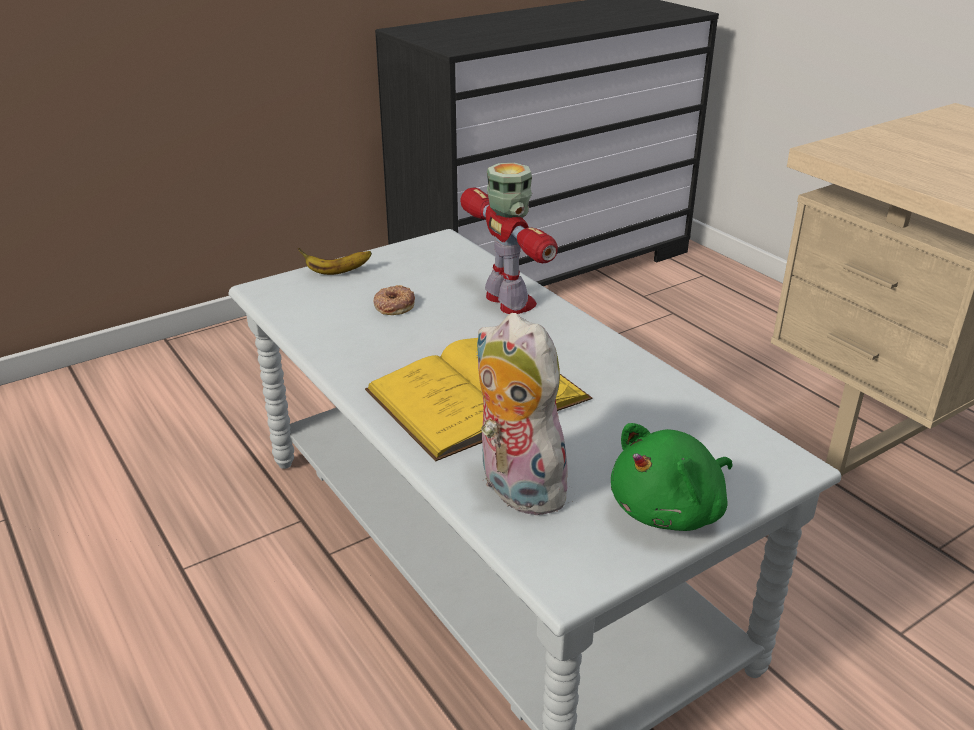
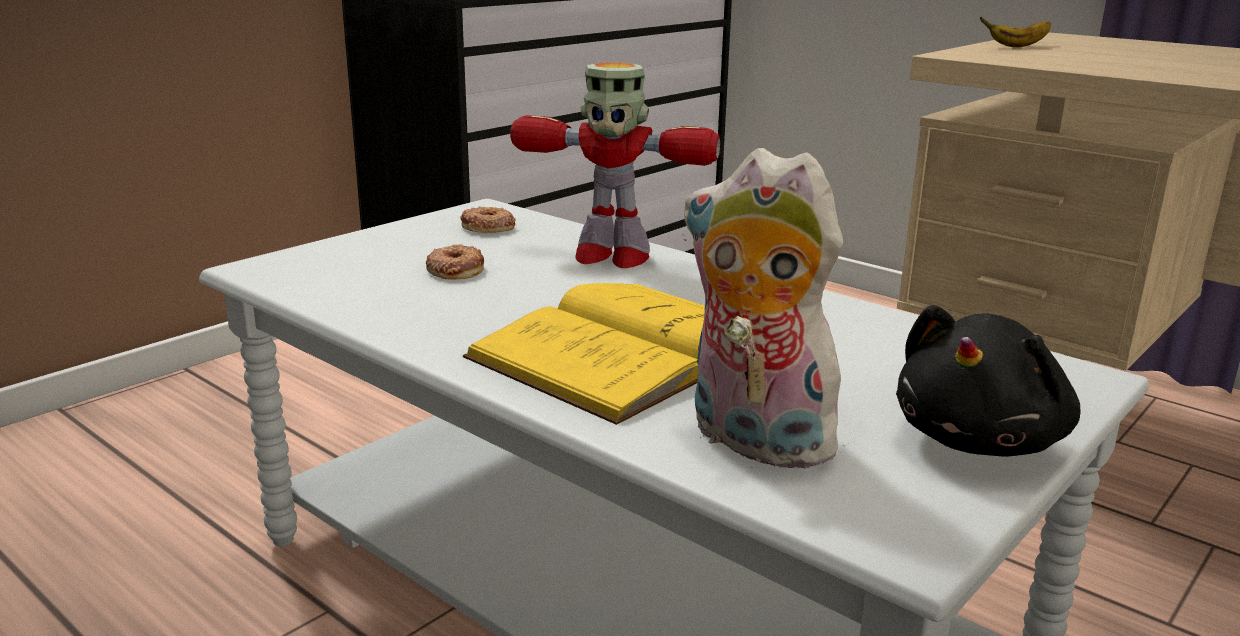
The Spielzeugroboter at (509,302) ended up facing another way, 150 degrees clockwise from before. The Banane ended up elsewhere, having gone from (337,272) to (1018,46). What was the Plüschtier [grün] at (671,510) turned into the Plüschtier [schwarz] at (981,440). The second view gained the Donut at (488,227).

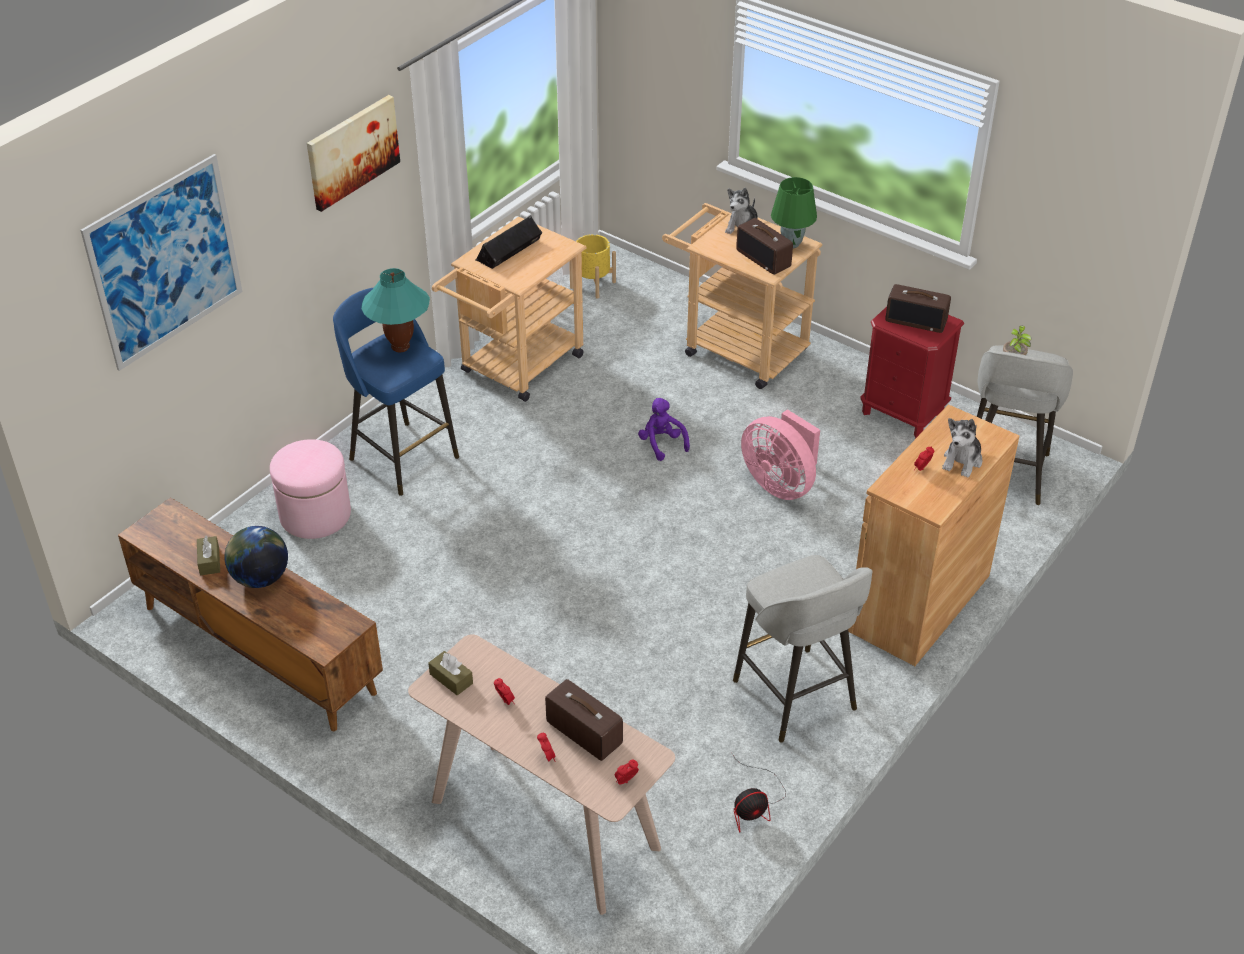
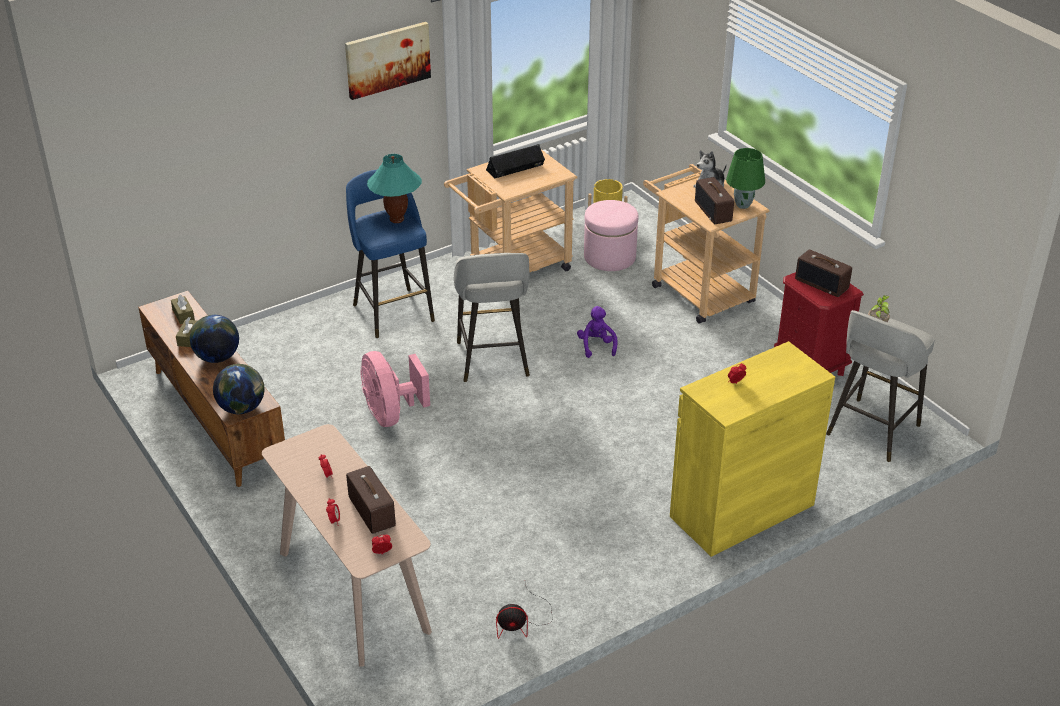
The second view lost the Bild at (165,262). What was the Schrank [braun] at (919,603) turned into the Schrank [gelb] at (742,511). The Ventilator [rosa] ended up elsewhere, having gone from (780,484) to (391,414). The second view lost the Plüschtier at (962,461). The Polsterhocker [rosa] ended up elsewhere, having gone from (315,515) to (609,257). The Hocker [grau] ended up elsewhere, having gone from (796,697) to (493,361). The Taschentuchbox [braun] ended up elsewhere, having gone from (451,679) to (183,315). The second view gained the Globus at (242,408).

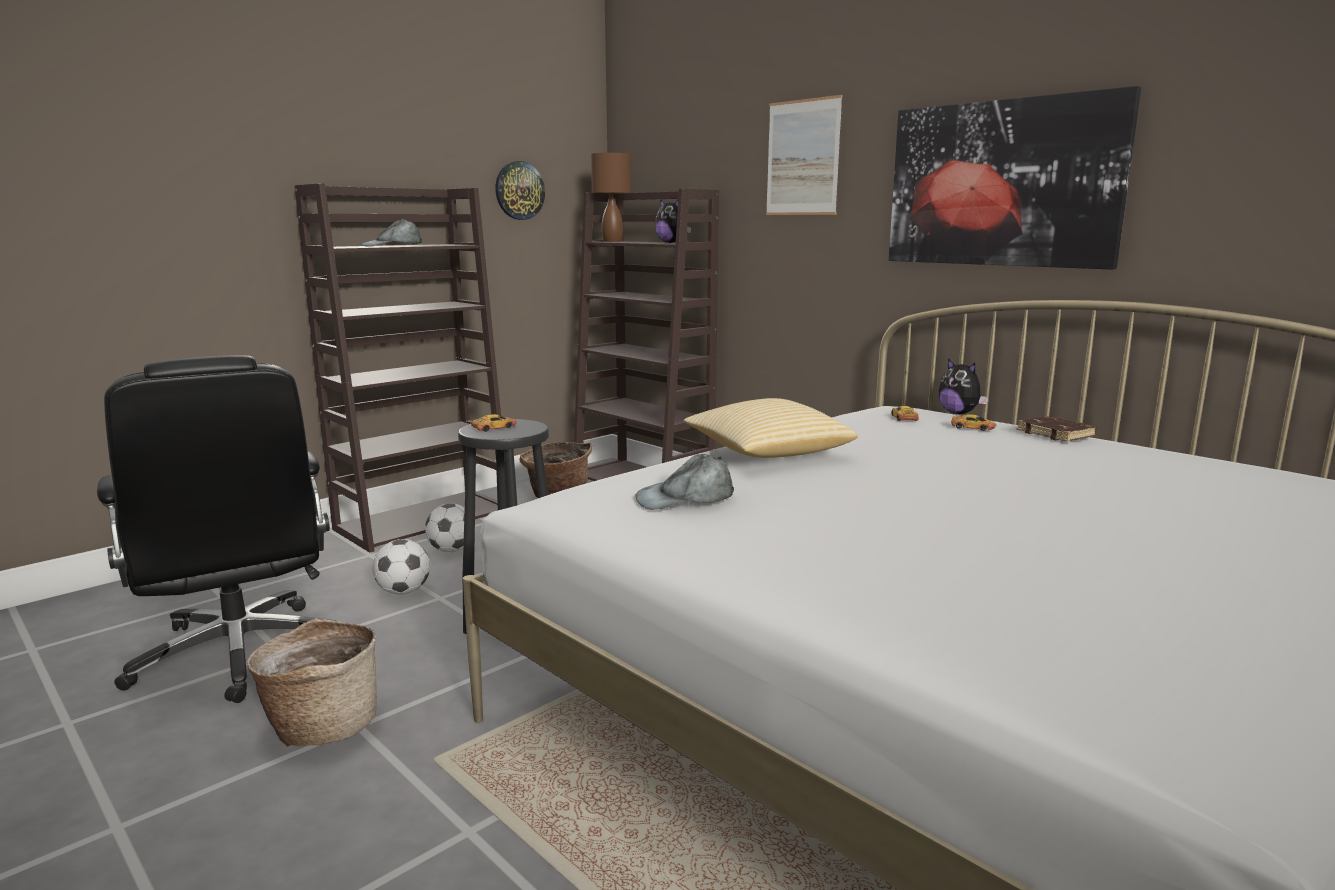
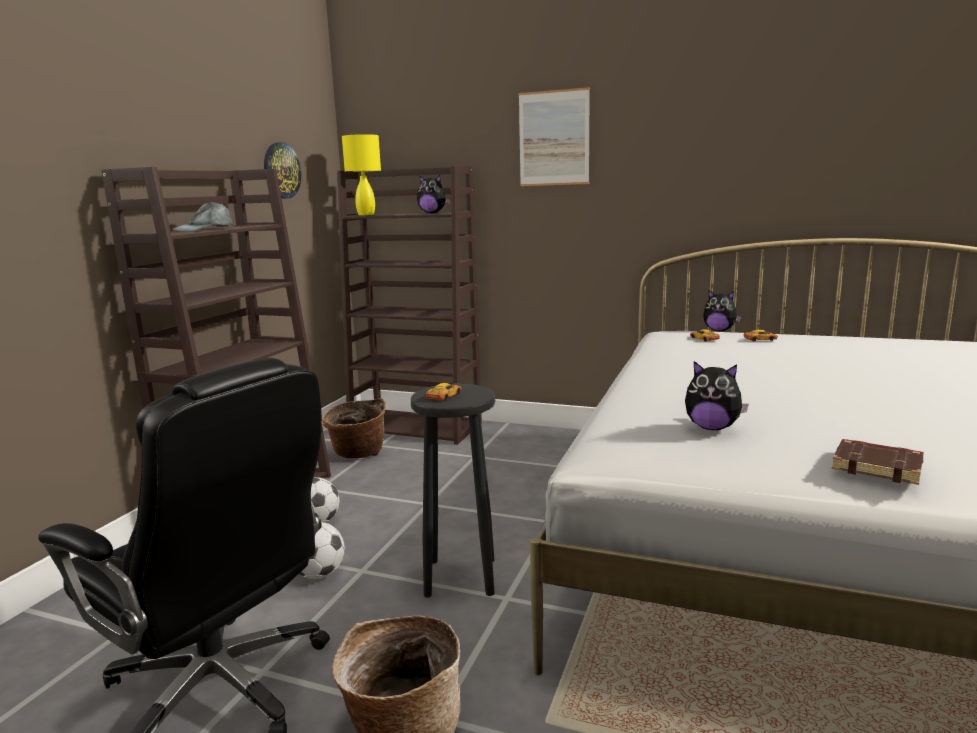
The second view lost the Bild at (1002,184). What was the Tischlampe [braun] at (613,241) turned into the Tischlampe [gelb] at (366,214). The second view lost the Kissen at (766,453). The Buch [braun] ended up elsewhere, having gone from (1056,434) to (878,467). Where the Kappe [grau] stood at (685,498), the Plüschtier came to stand at (712,427).

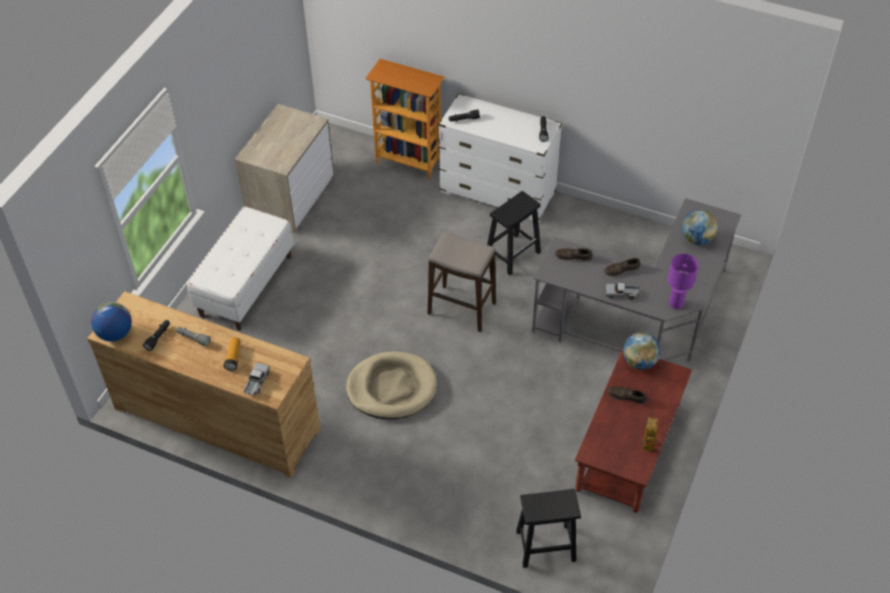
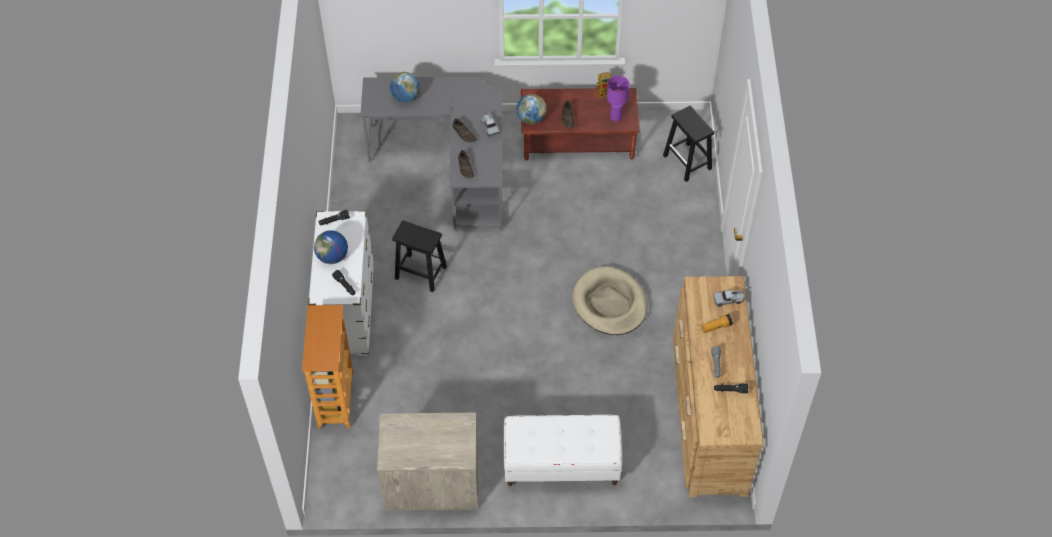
The second view lost the Hocker at (461,308). The Tischlampe [lila] ended up elsewhere, having gone from (675,304) to (616,117). The Globus ended up elsewhere, having gone from (115,334) to (332,257).

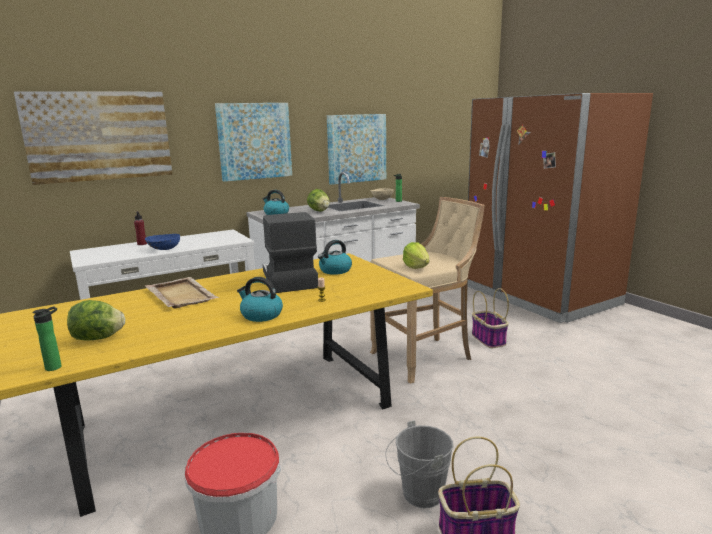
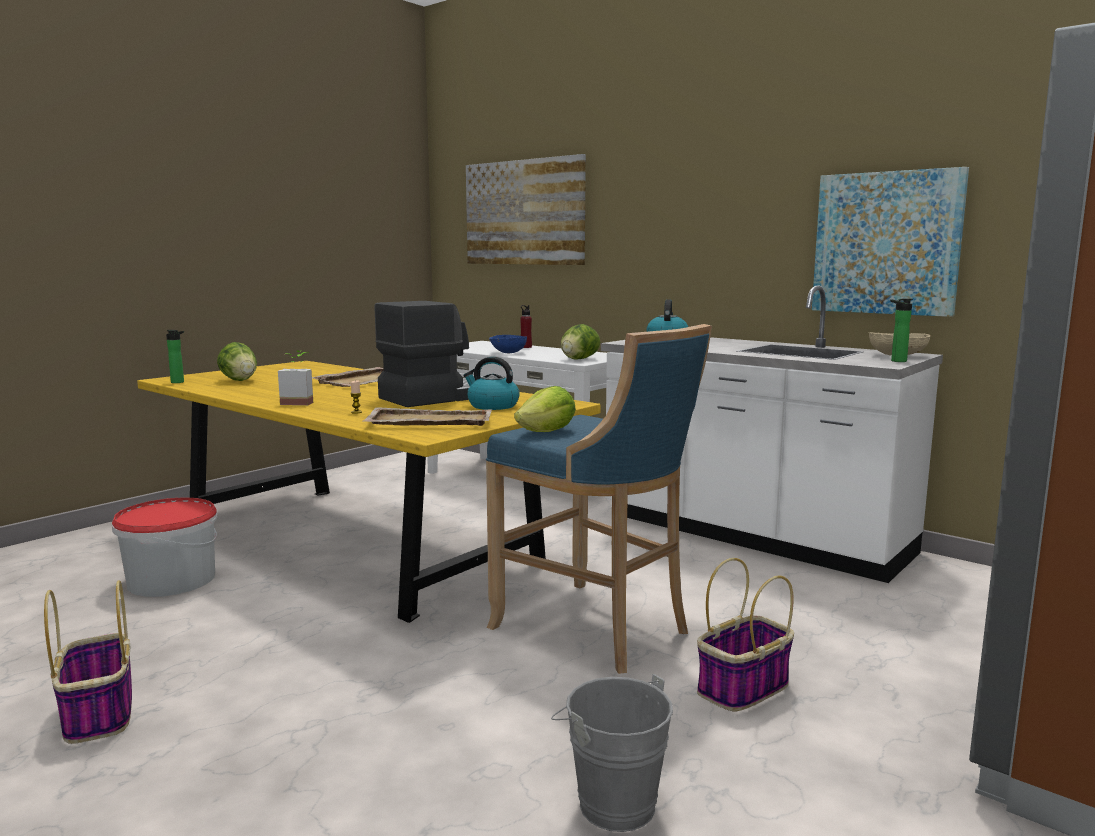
The second view lost the Bild at (254,141). The Salatkopf ended up elsewhere, having gone from (319,211) to (578,359). What was the Hocker [beige] at (425,357) turned into the Hocker [blau] at (597,629). Where the Wasserkessel stood at (261,315), the Topfpflanze came to stand at (299,402). The Eimer [grau] ended up elsewhere, having gone from (418,494) to (611,801). The second view gained the Tablett [beige] at (428,421).

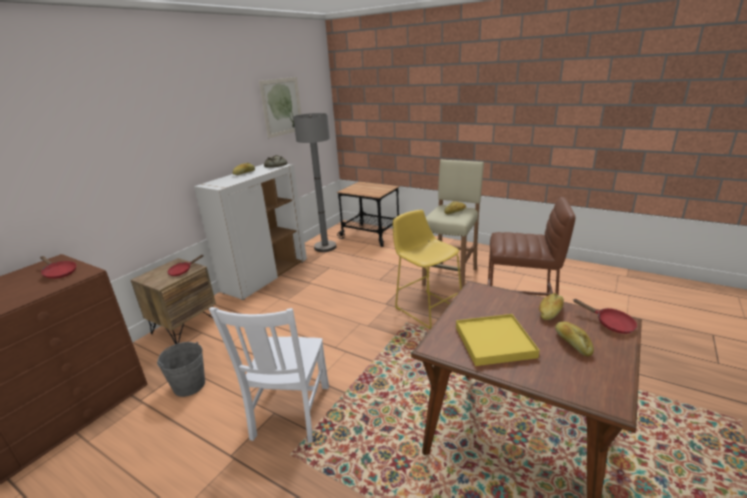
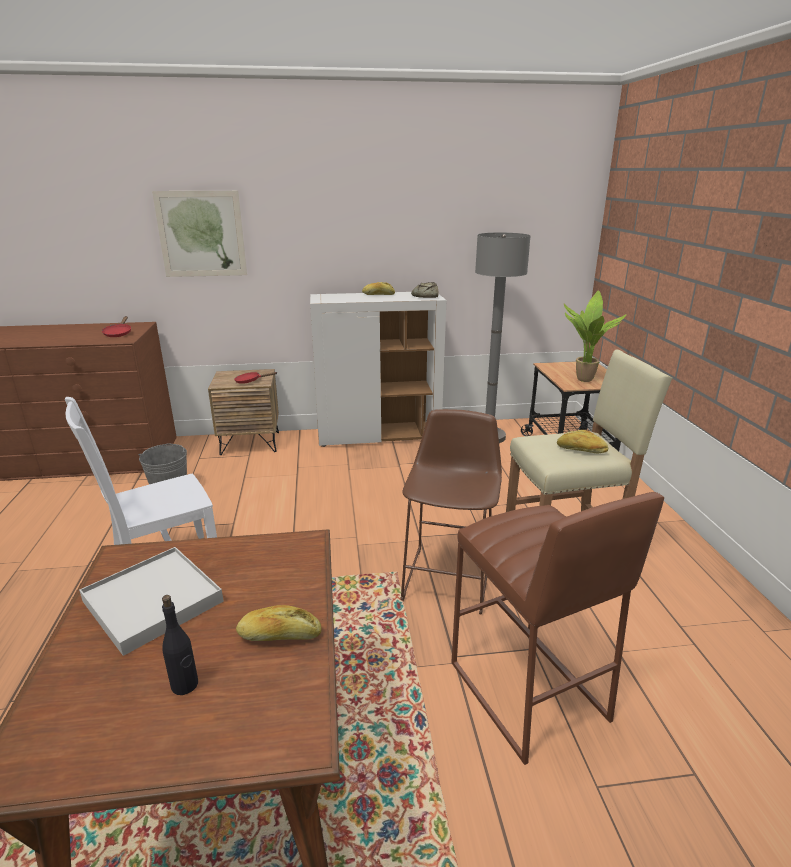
The Bild ended up elsewhere, having gone from (282,107) to (201,234). What was the Hocker [gelb] at (426,308) turned into the Hocker [braun] at (449,575). The second view lost the Pfanne [rot] at (610,324). What was the Tablett [gelb] at (494,342) turned into the Tablett [weiß] at (153,602). Where the Brot stood at (572,343), the Flasche [schwarz] came to stand at (185,685). The second view gained the Topfpflanze at (581,379).

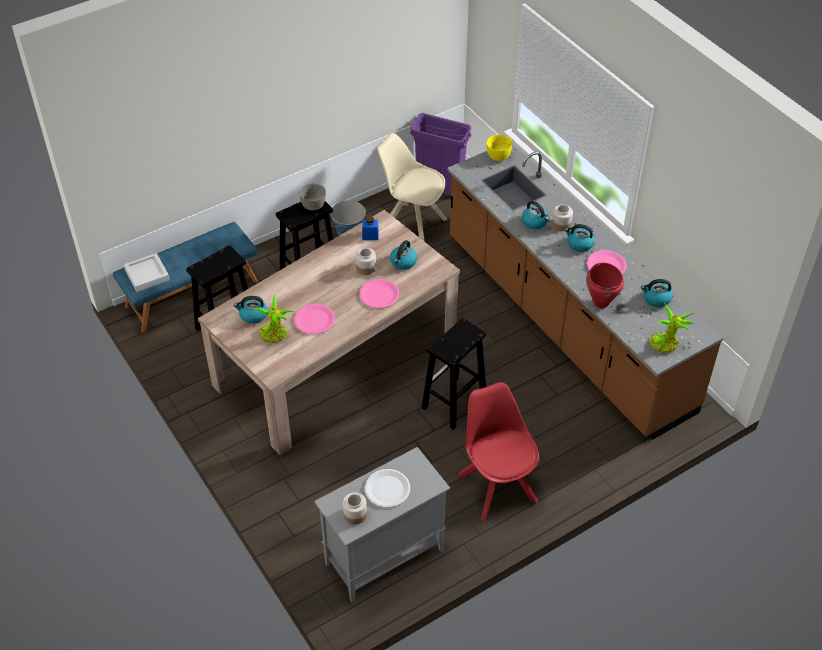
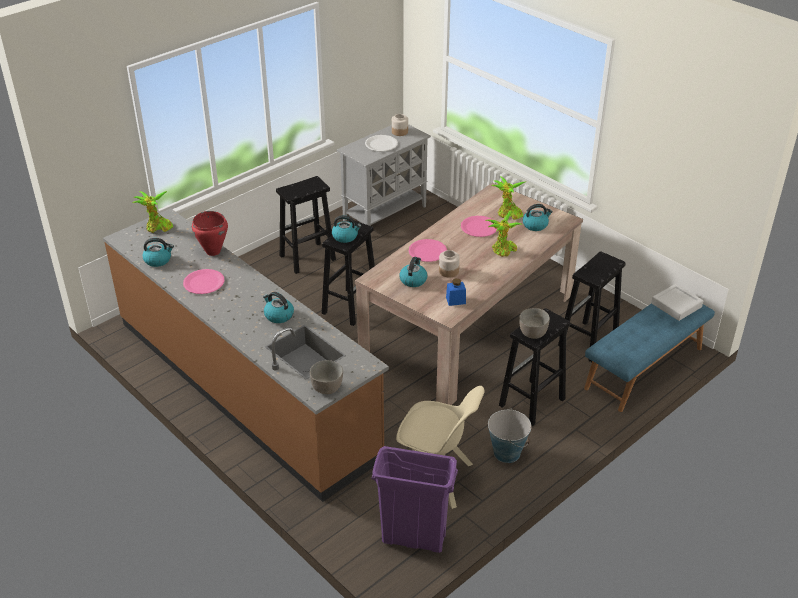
What was the Schüssel [gelb] at (498,156) turned into the Schüssel [grau] at (327,388). The second view lost the Vorratsglas at (561,224). The Wasserkessel ended up elsewhere, having gone from (579,244) to (345,236). Where the Stuhl [rot] stood at (496,486), the Hocker [schwarz] came to stand at (306,258). The second view gained the Topfpflanze at (503,251).

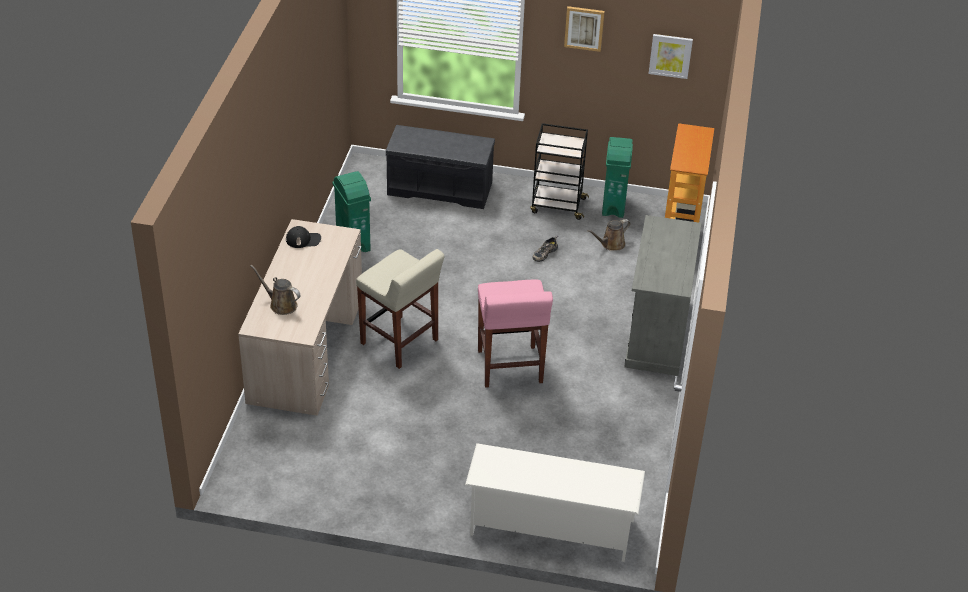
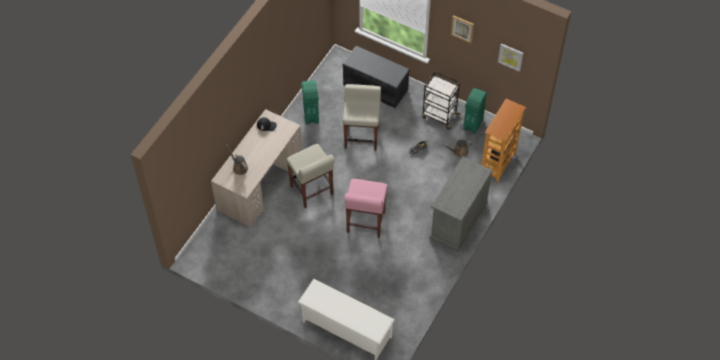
The second view gained the Hocker [beige] at (361,137).

